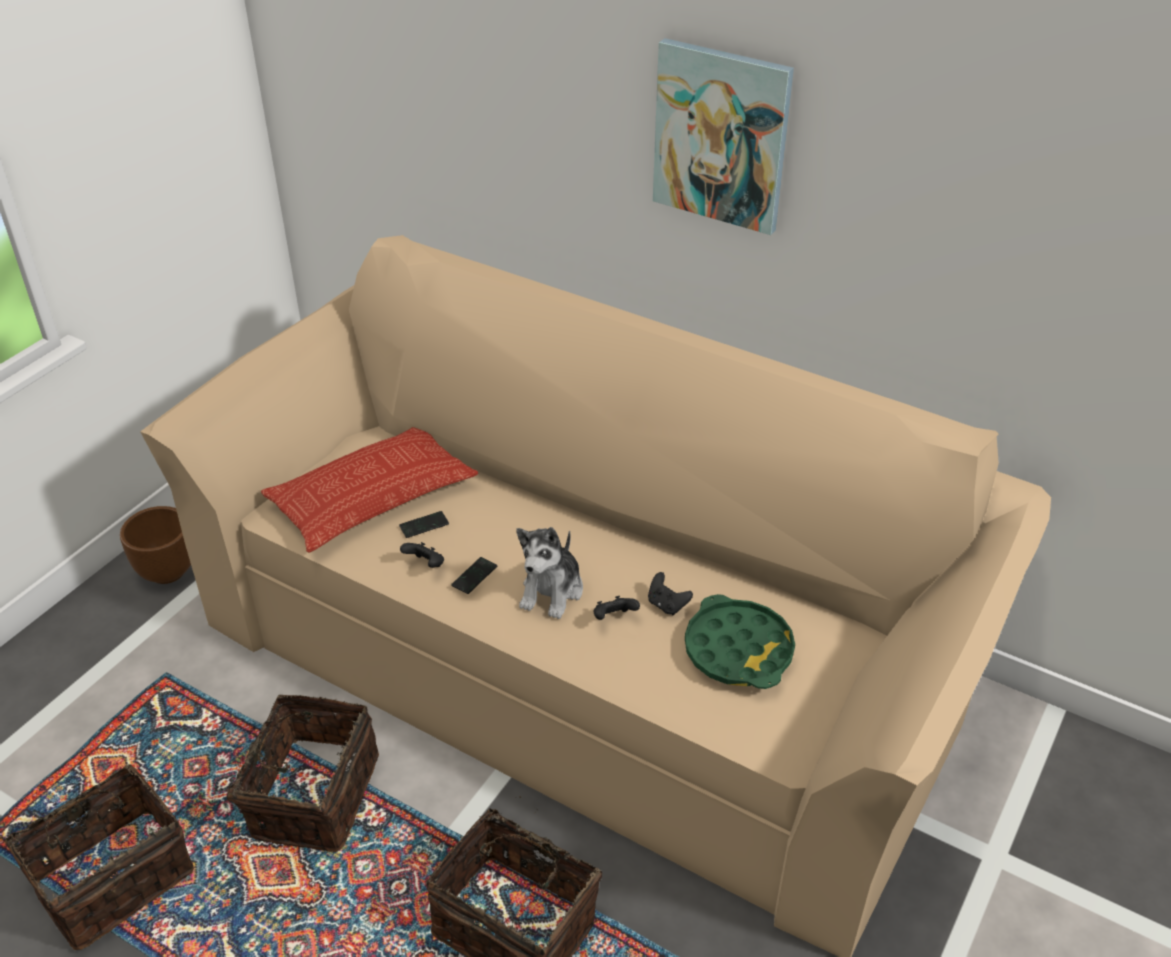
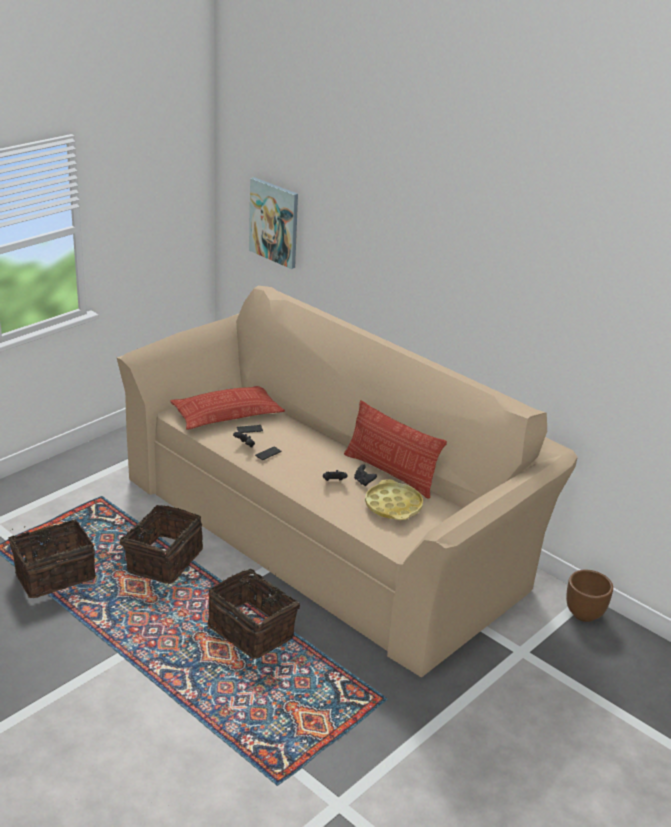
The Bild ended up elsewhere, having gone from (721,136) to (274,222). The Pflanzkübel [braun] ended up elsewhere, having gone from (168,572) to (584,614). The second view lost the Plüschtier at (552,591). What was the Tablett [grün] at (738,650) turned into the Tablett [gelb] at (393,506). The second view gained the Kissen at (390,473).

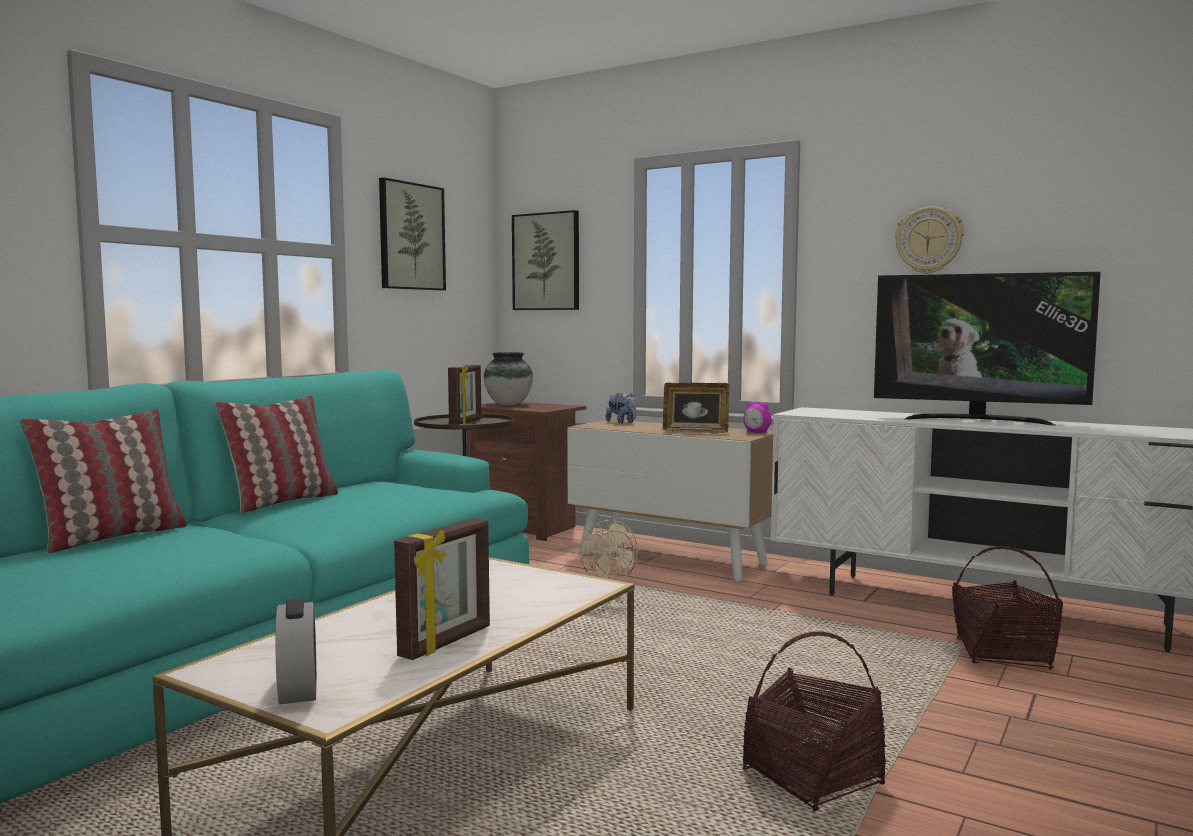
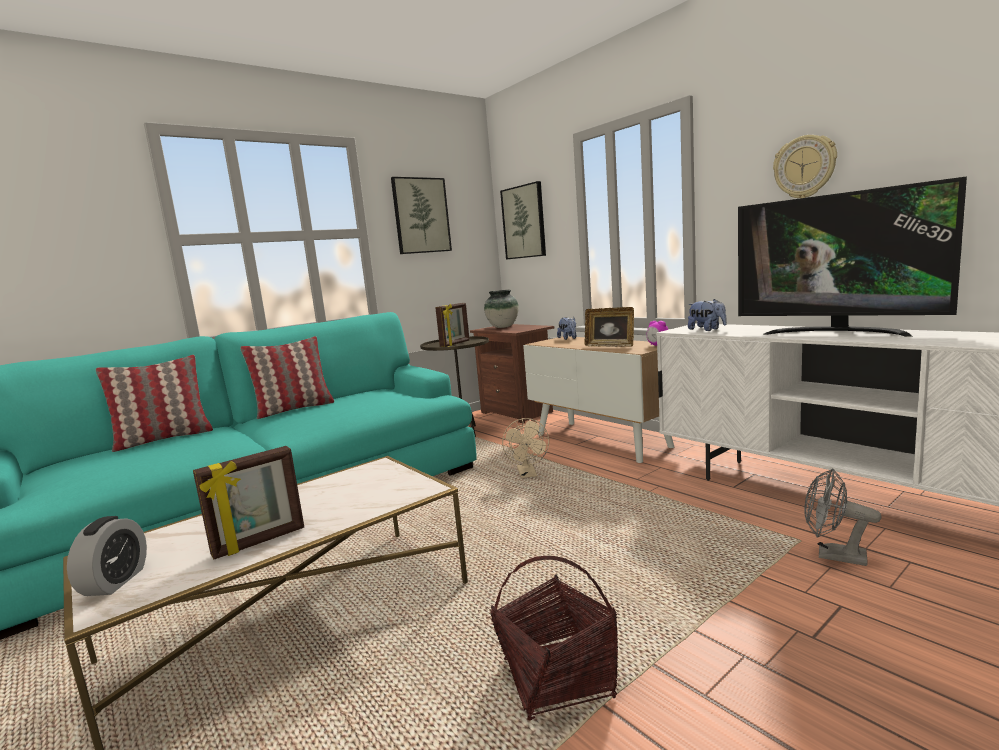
Where the Korb stood at (1003,655), the Ventilator [grau] came to stand at (833,555). The second view gained the Plüschtier at (707,329).

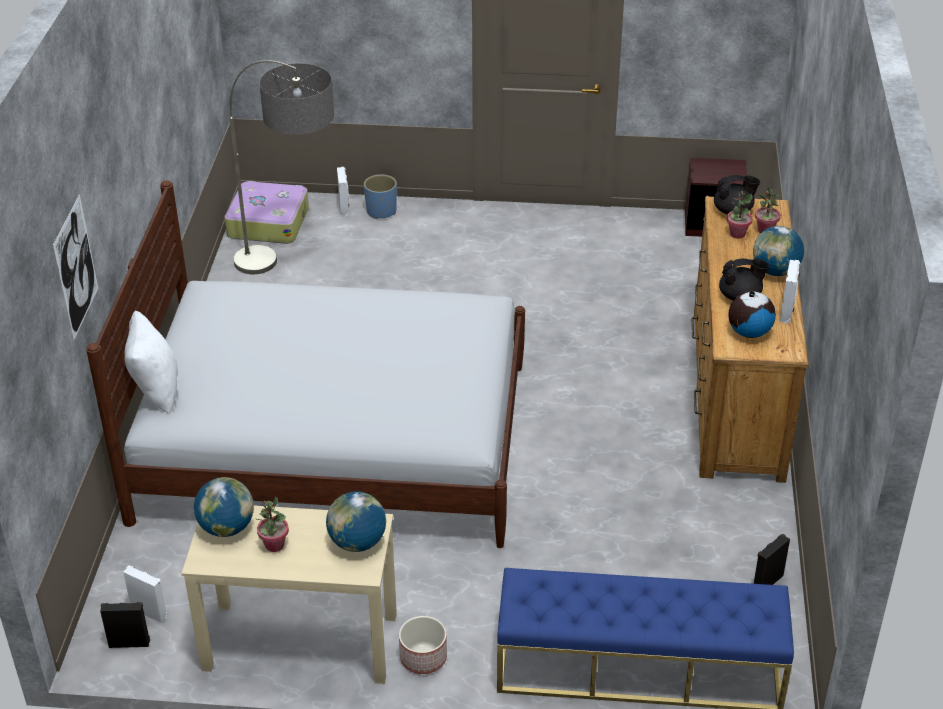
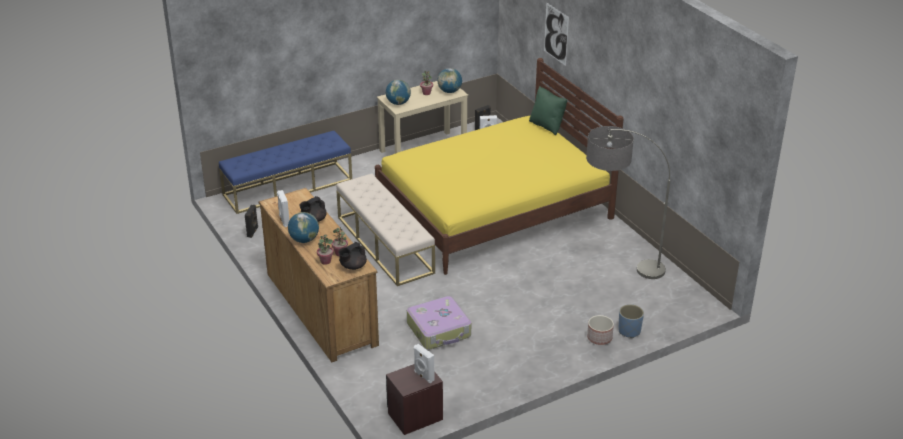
The Lautsprecher [weiß] ended up elsewhere, having gone from (344,208) to (423,376). What was the Bett [weiß] at (335,441) turned into the Bett [gelb] at (493,210). The Koffer ended up elsewhere, having gone from (268,222) to (439,330). The second view lost the Globus at (749,332). What was the Kissen [weiß] at (156,390) turned into the Kissen [grün] at (547,126). The Pflanzkübel ended up elsewhere, having gone from (424,657) to (599,338). The second view gained the Bank [beige] at (385,245).

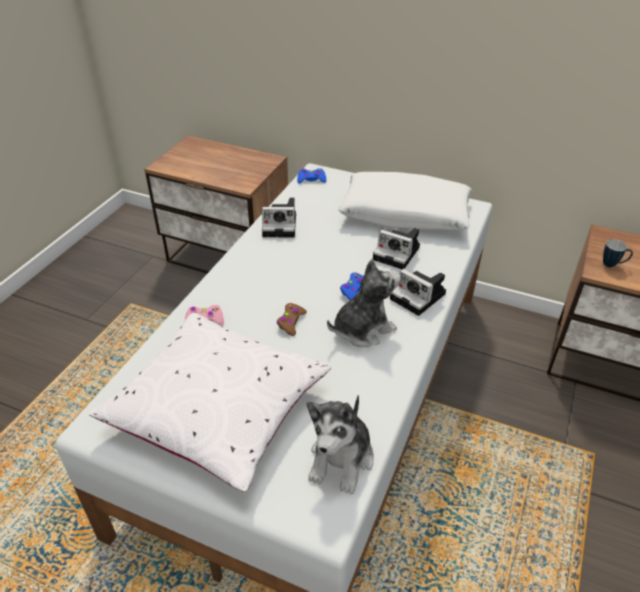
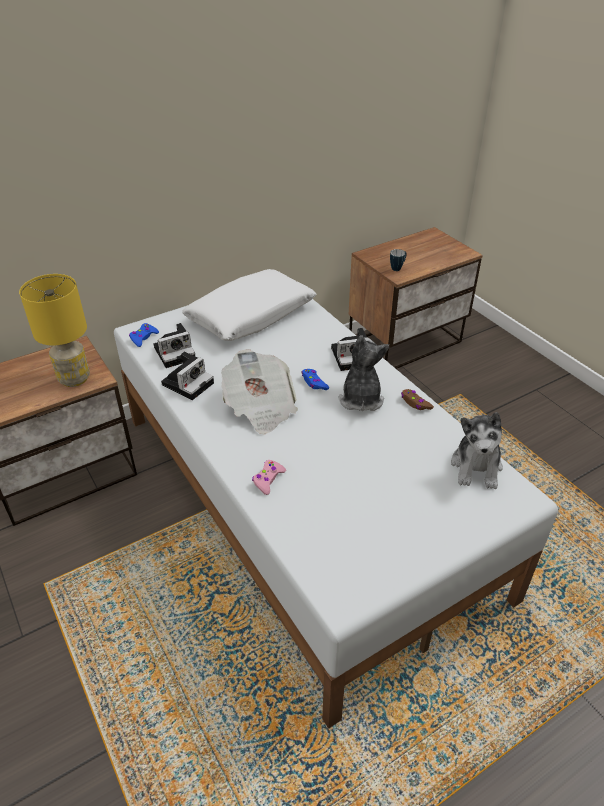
The Kamera ended up elsewhere, having gone from (398,253) to (176,352). The Gamepad [braun] ended up elsewhere, having gone from (291,322) to (415,403). The second view lost the Kissen [weiß] at (217,410). The Plüschtier at (341,459) ended up facing another way, 45 degrees clockwise from before. The second view gained the Tischlampe [gelb] at (74,378). The second view gained the Zeitung at (260,407).

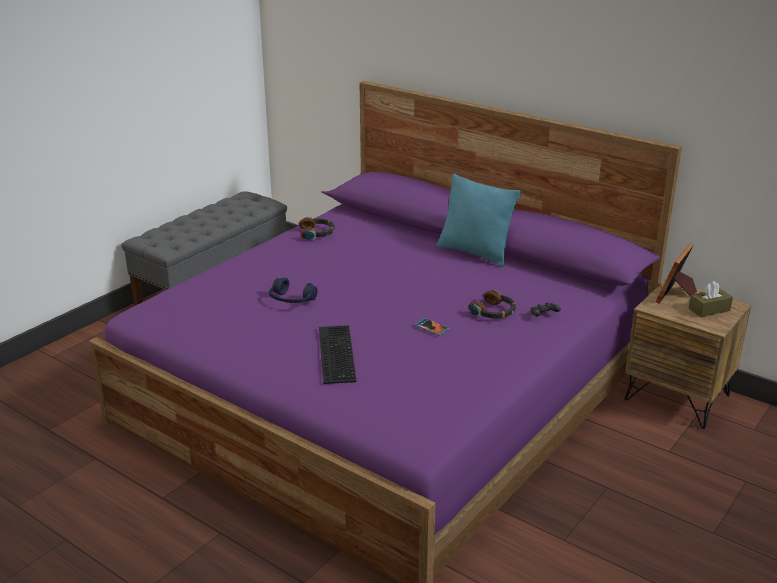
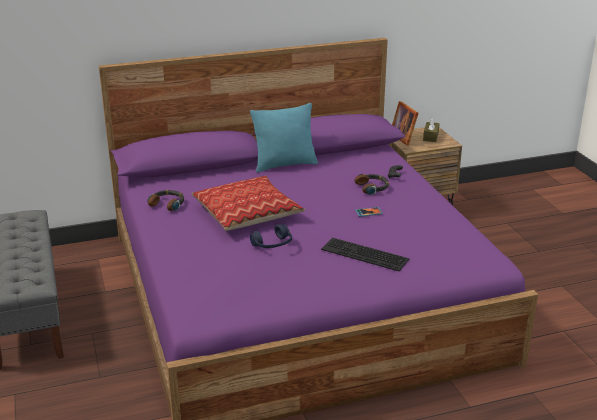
The second view gained the Kissen at (247,213).

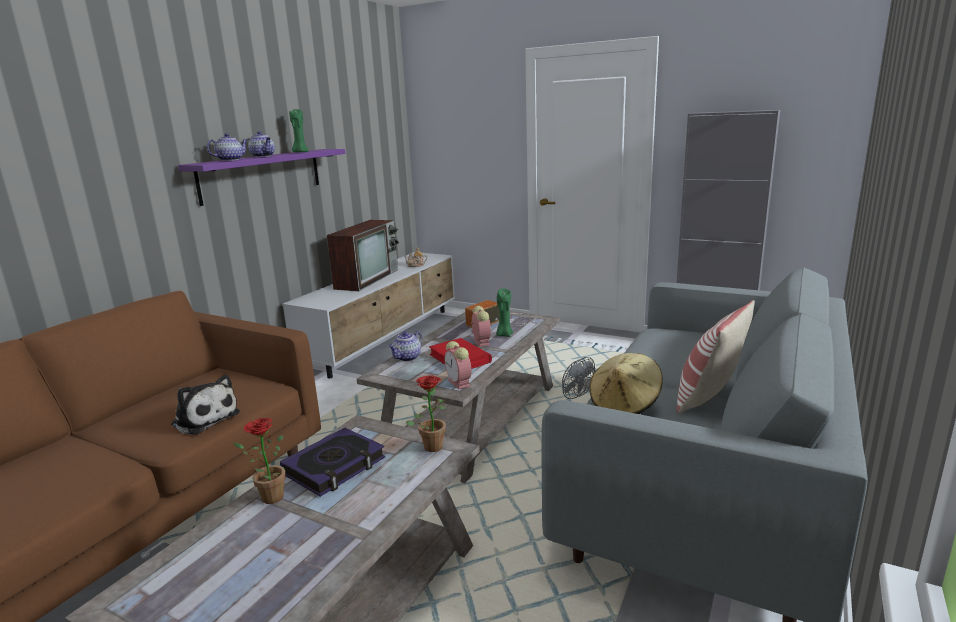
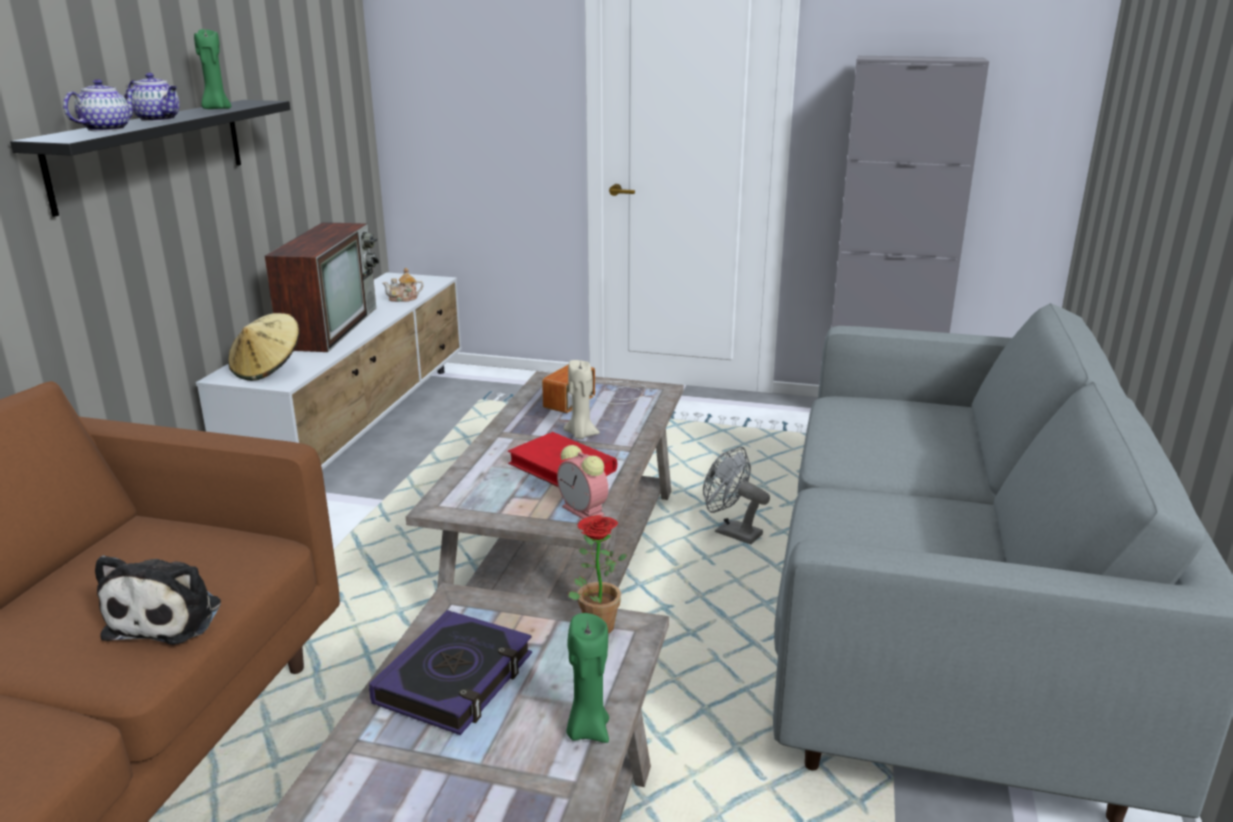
What was the Wandregal [lila] at (262,175) turned into the Wandregal [schwarz] at (151,152). The Kerze [grün] ended up elsewhere, having gone from (504,335) to (587,730). The second view lost the Kissen at (708,397). Where the Wecker stood at (480,341), the Kerze [beige] came to stand at (581,435). The second view lost the Teekanne at (407,358). The Hut [beige] ended up elsewhere, having gone from (624,405) to (268,369). The Plüschtier at (204,418) ended up facing another way, 75 degrees clockwise from before. The second view lost the Topfpflanze at (267,497).

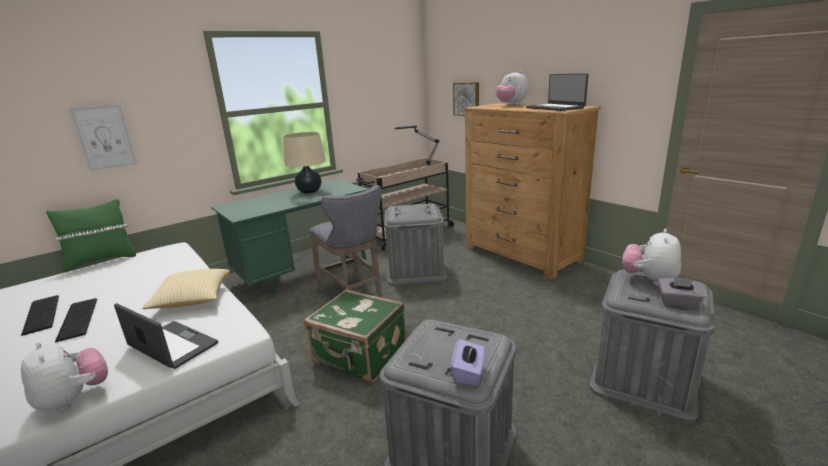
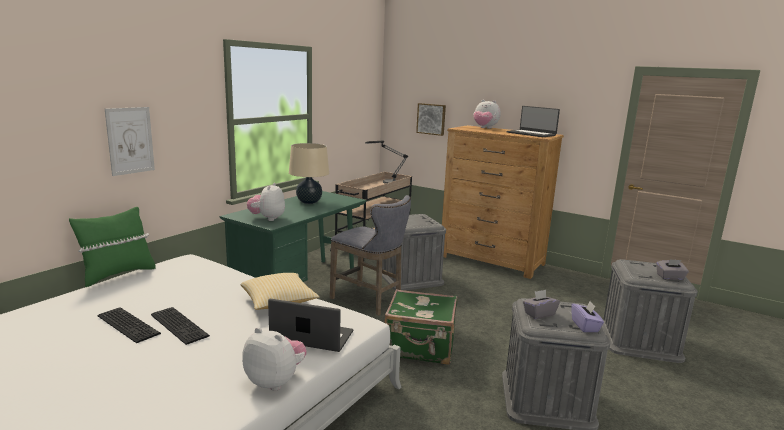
The Plüschtier ended up elsewhere, having gone from (649,280) to (267,218). The second view gained the Taschentuchbox [grau] at (539,314).

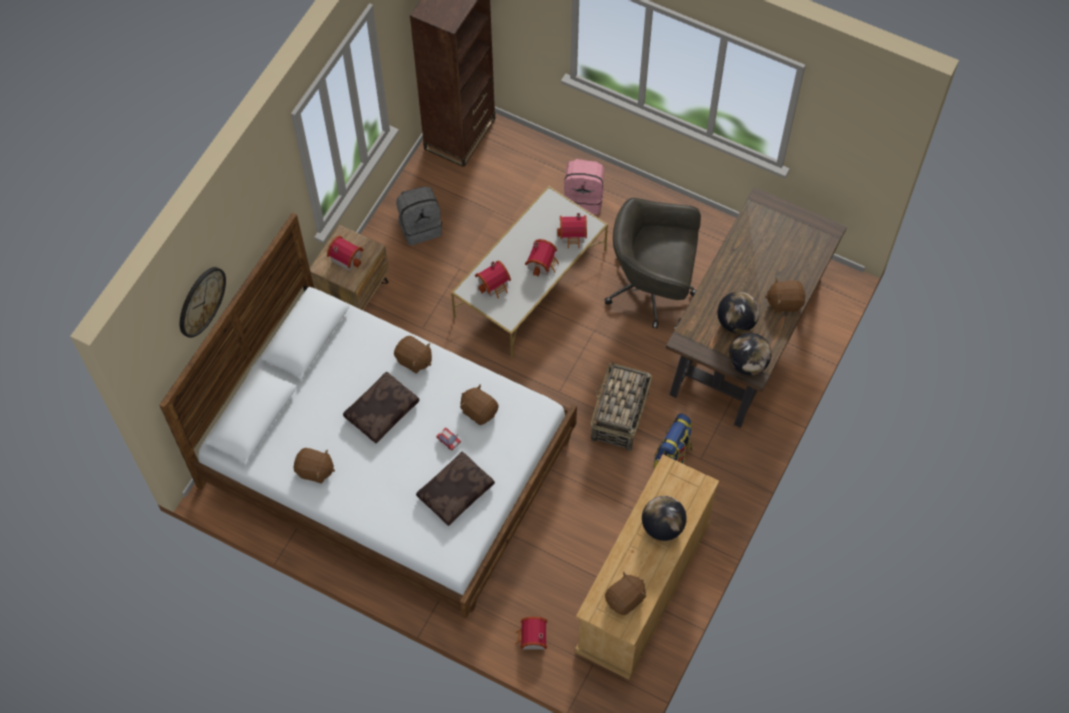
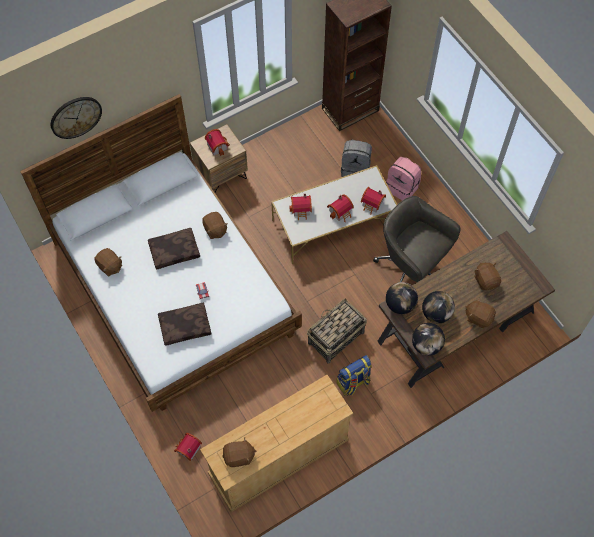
The Rucksack [grau] ended up elsewhere, having gone from (420,226) to (355,169). The Plüschtier [braun] ended up elsewhere, having gone from (479,410) to (486,280). The Globus ended up elsewhere, having gone from (662,526) to (400,304).

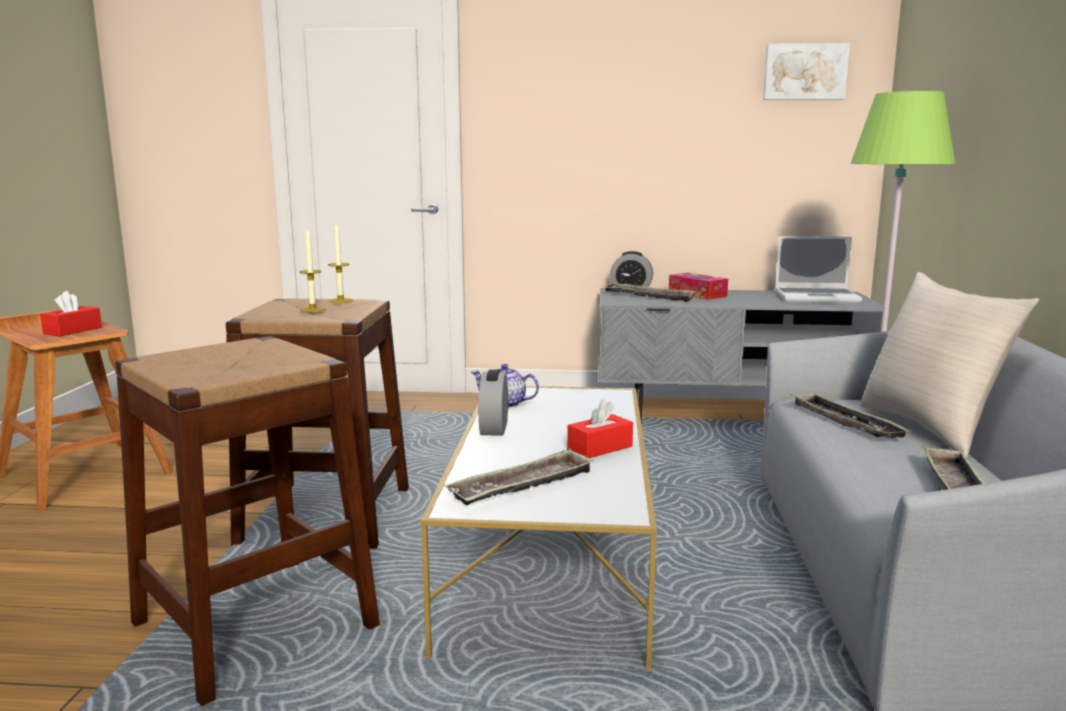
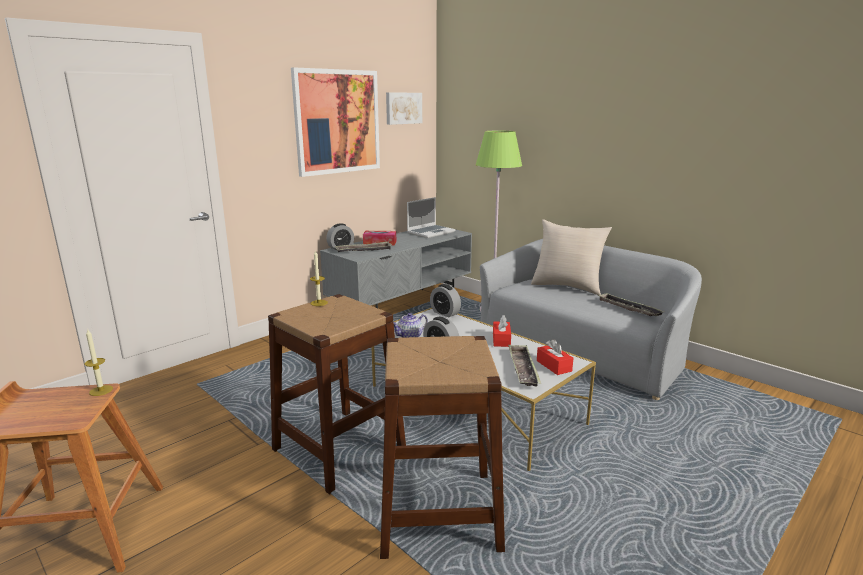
The Kerze ended up elsewhere, having gone from (312,309) to (101,390). The Taschentuchbox [rot] ended up elsewhere, having gone from (73,330) to (554,366). The second view lost the Tablett at (845,422). The second view gained the Bild at (337,122). The second view gained the Wecker at (445,313).

